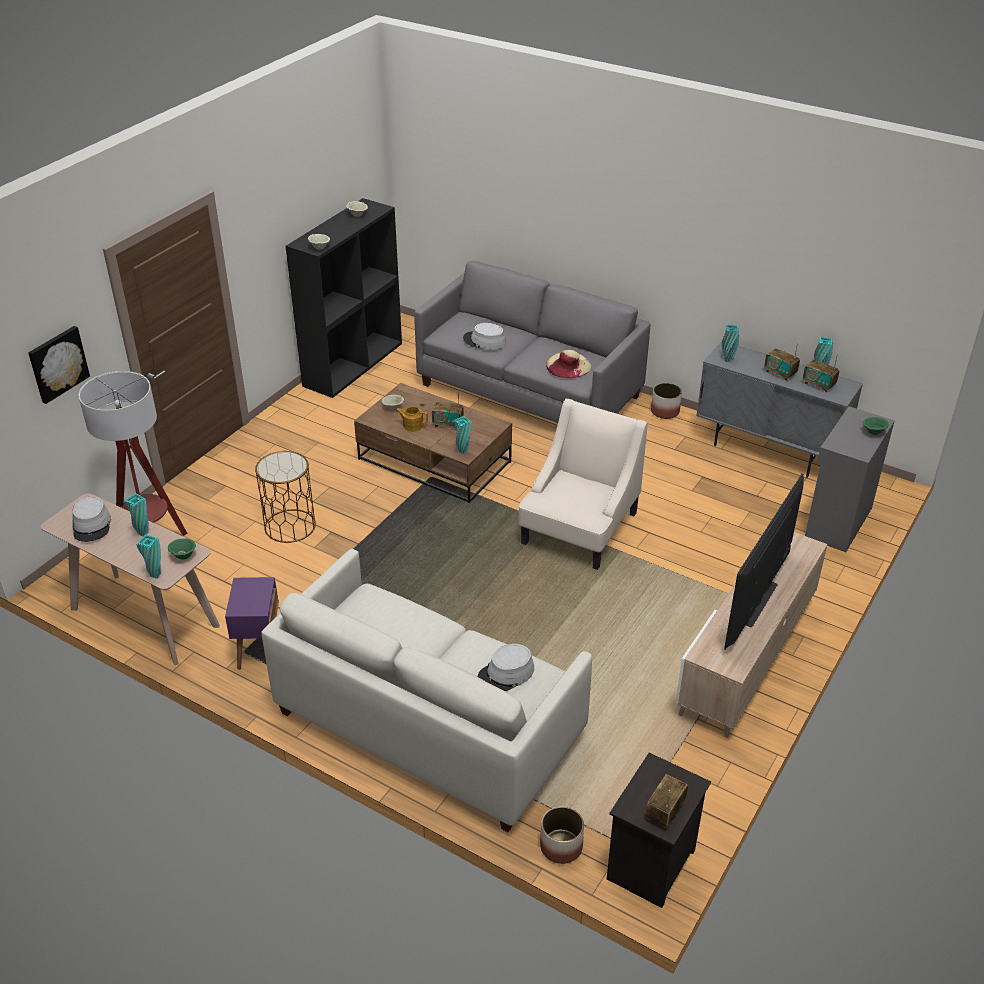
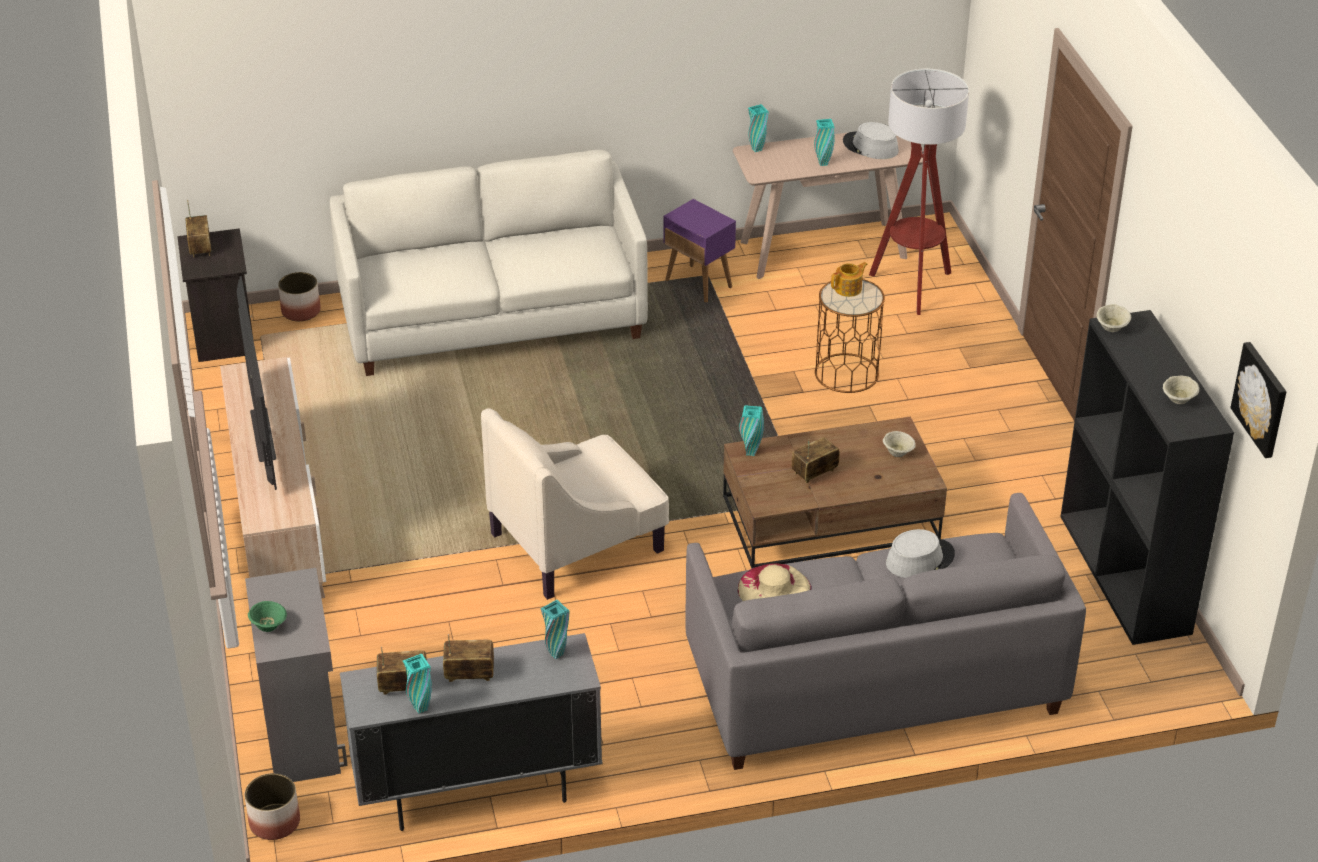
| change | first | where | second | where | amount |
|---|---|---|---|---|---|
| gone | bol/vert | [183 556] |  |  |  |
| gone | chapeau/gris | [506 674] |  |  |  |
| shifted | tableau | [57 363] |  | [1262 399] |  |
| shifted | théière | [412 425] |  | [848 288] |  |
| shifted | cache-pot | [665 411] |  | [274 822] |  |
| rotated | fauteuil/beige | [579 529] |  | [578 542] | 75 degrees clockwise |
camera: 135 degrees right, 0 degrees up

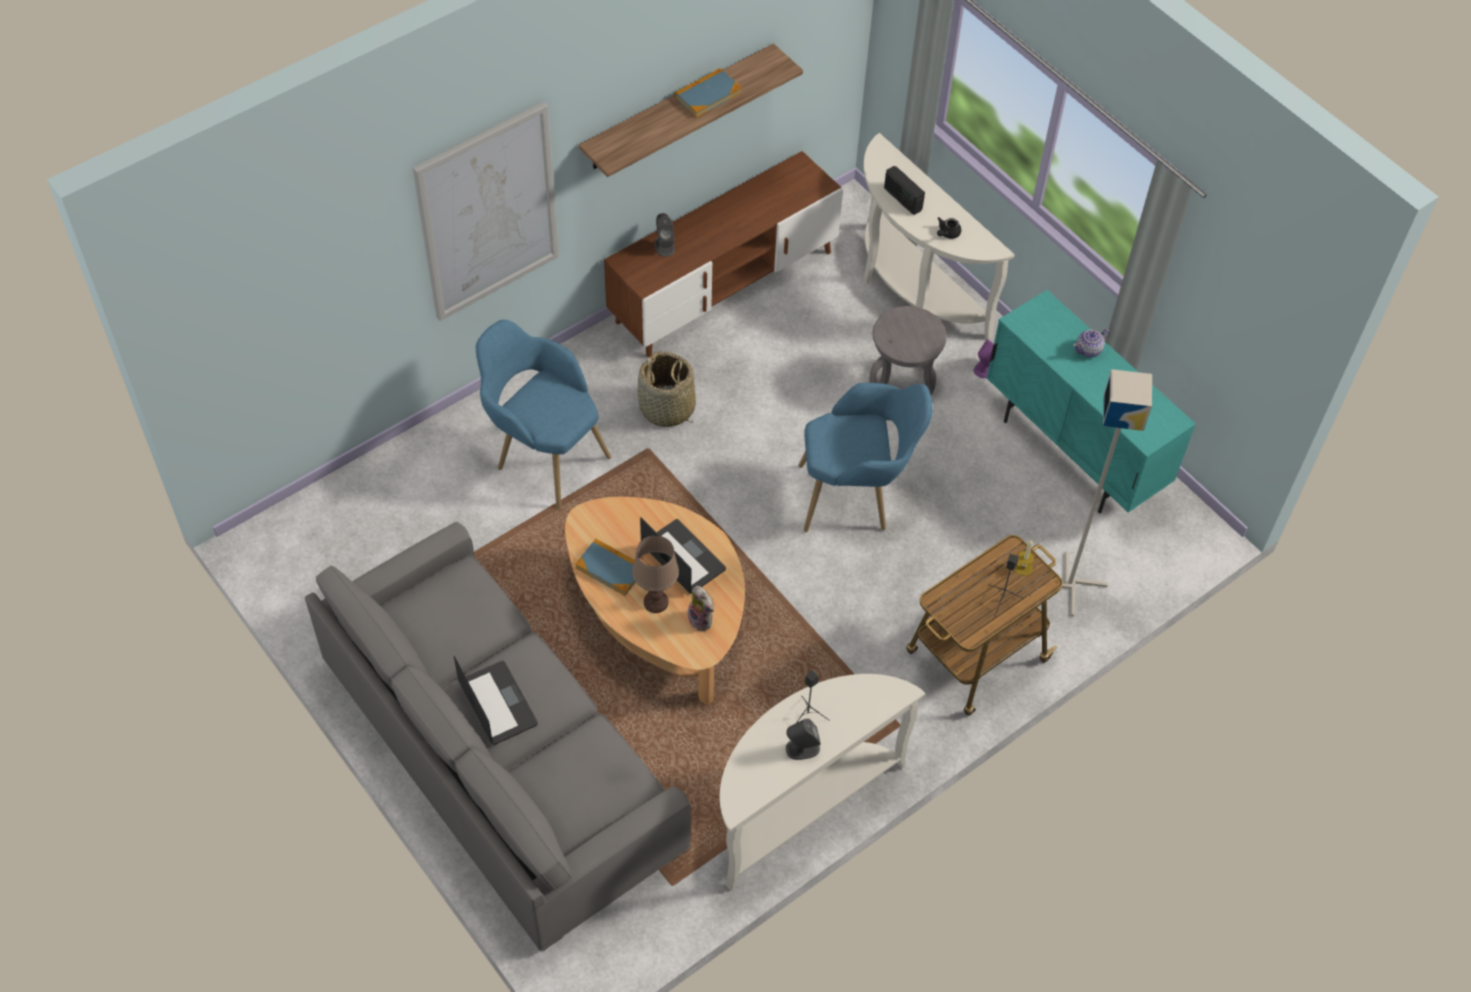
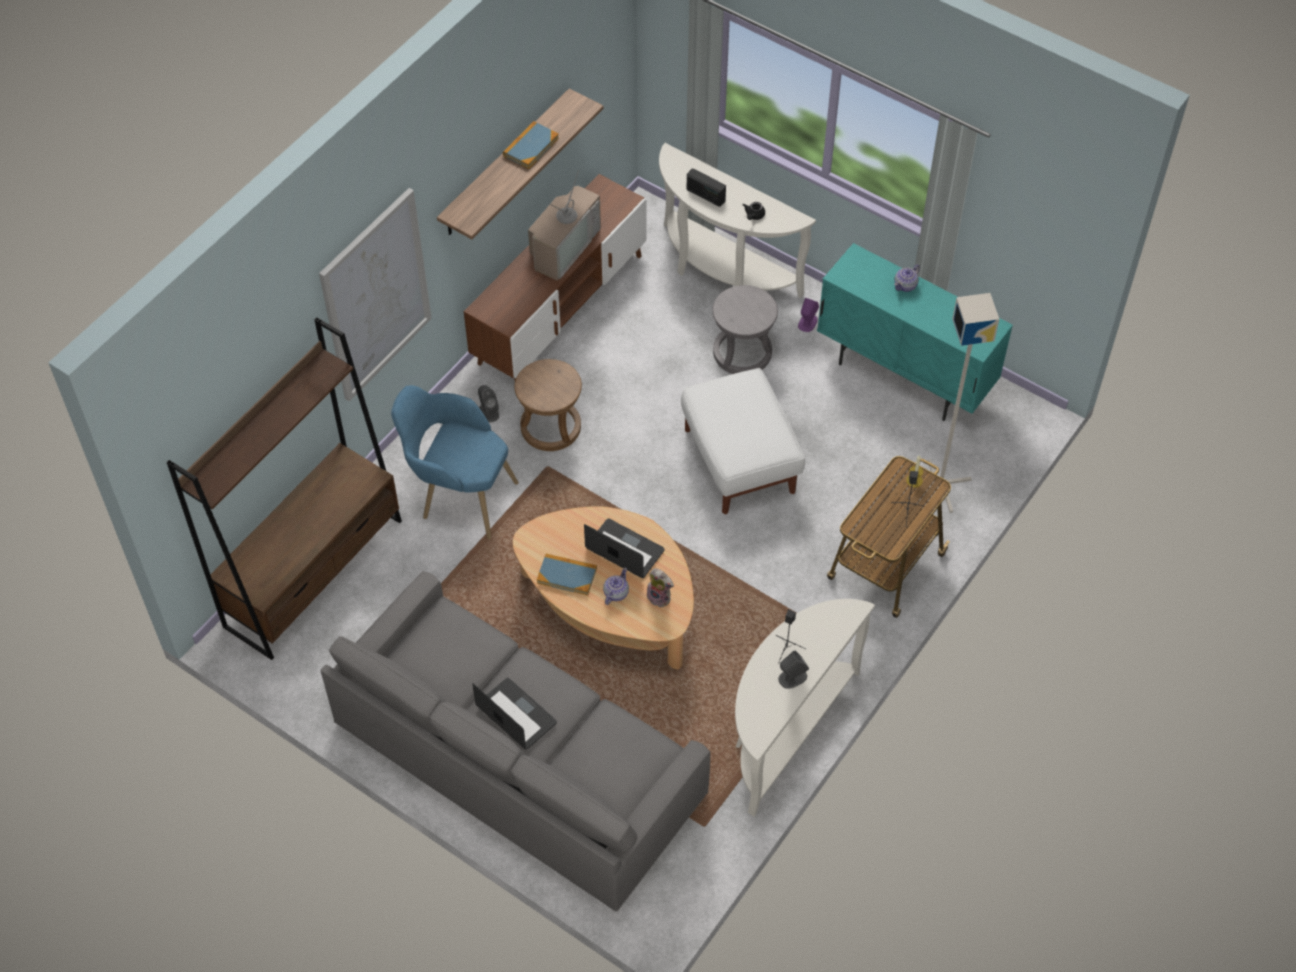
| change | first | where | second | where | amount |
|---|---|---|---|---|---|
| new |  |  | bibliothèque/marron | [314 573] |  |
| new |  |  | téléviseur | [563 246] |  |
| shifted | enceinte/gris | [664 245] |  | [488 412] |  |
| swapped | lampe de table/marron | [655 602] | théière | [615 593] |  |
| swapped | panier | [667 408] | tabouret/marron | [551 427] |  |
| swapped | fauteuil/bleu | [856 497] | pouf/blanc | [739 460] |  |
camera: 15 degrees left, 0 degrees up

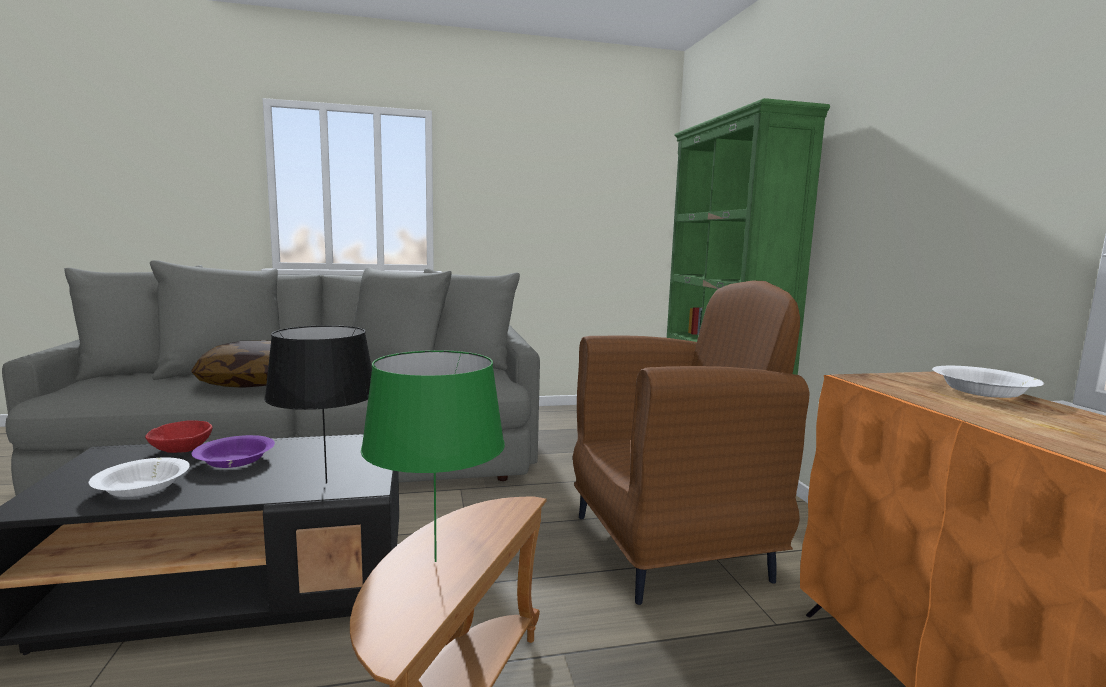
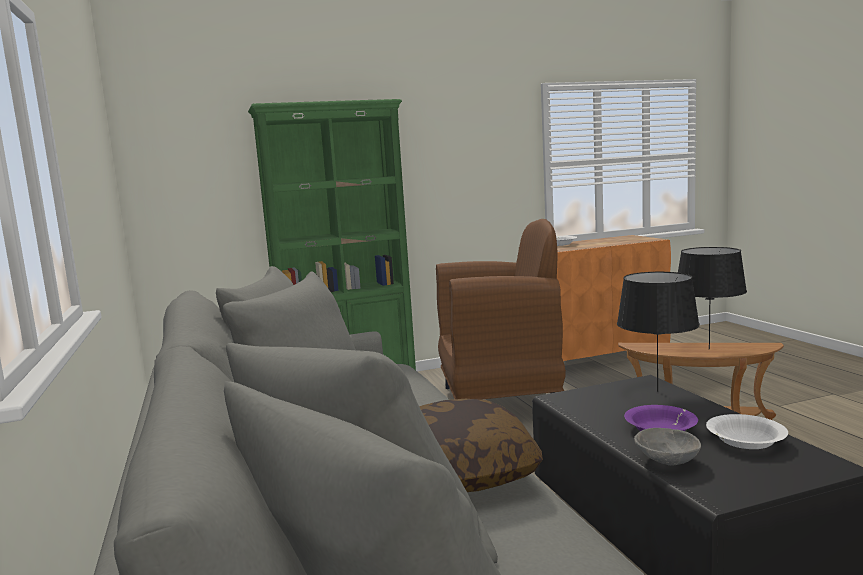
| change | first | where | second | where | amount |
|---|---|---|---|---|---|
| repainted | bol/rouge | [182 449] | bol/gris | [666 461] |  |
| repainted | lampe de table/vert | [436 561] | lampe de table/noir | [709 349] |  |
| rotated | fauteuil/marron | [672 546] |  | [501 400] | 105 degrees clockwise |
camera: 95 degrees left, 0 degrees up

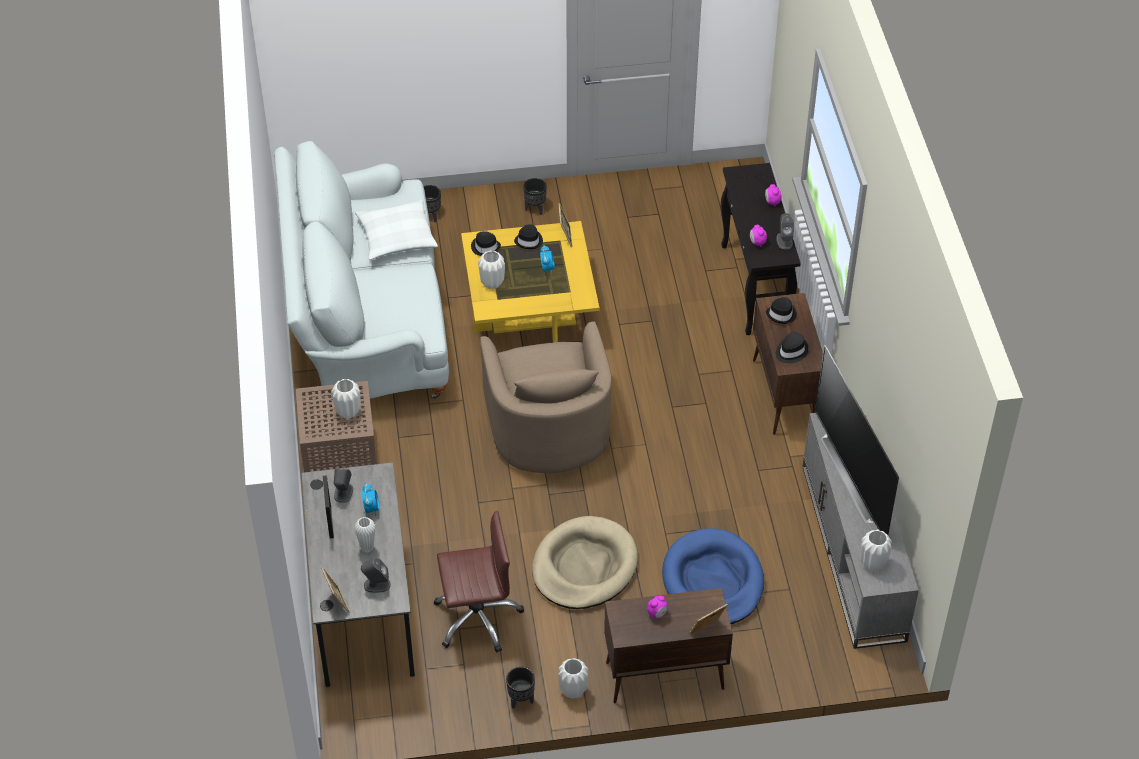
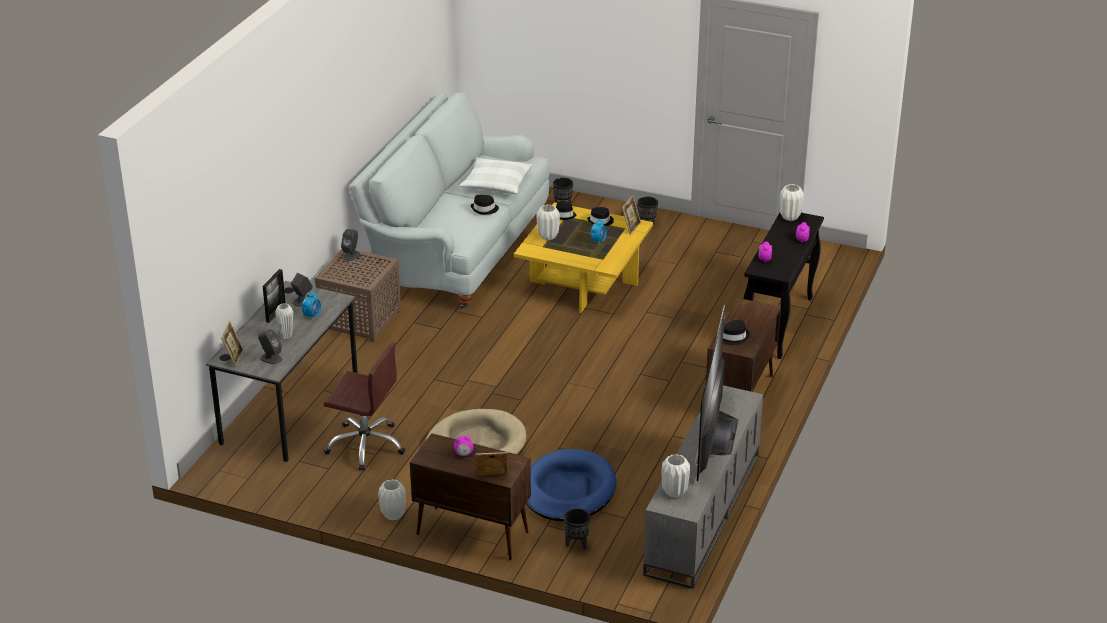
| change | first | where | second | where | amount |
|---|---|---|---|---|---|
| gone | fauteuil/beige | [548 425] |  |  |  |
| shifted | vase/blanc | [347 412] |  | [789 217] |  |
| shifted | cache-pot/noir | [521 699] |  | [577 544] |  |
| shifted | chapeau/noir | [782 314] |  | [484 209] |  |
| shifted | enceinte/gris | [784 240] |  | [351 255] |  |
camera: 30 degrees right, 15 degrees down

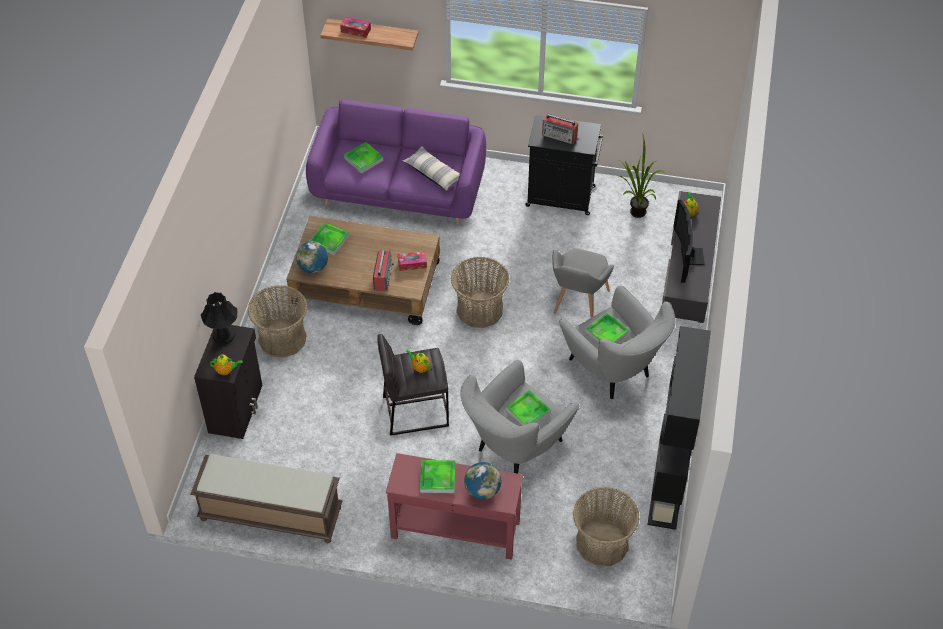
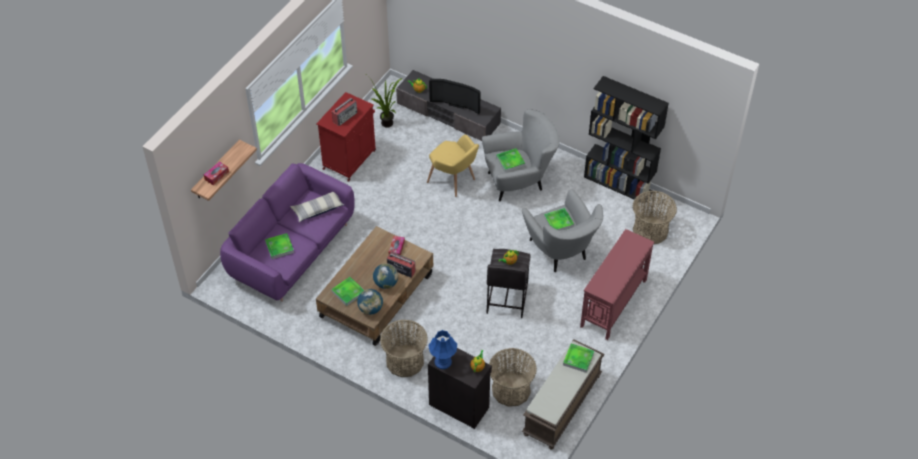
| change | first | where | second | where | amount |
|---|---|---|---|---|---|
| shifted | plateau | [437 478] |  | [578 359] |  |
| shifted | panier | [480 309] |  | [511 389] |  |
| shifted | globe | [482 490] |  | [386 283] |  |
| repainted | lampe de table/noir | [223 335] | lampe de table/bleu | [443 361] |  |
| repainted | meuble de rangement/noir | [562 196] | meuble de rangement/rouge | [350 159] |  |
| repainted | fauteuil/gris | [578 305] | fauteuil/jaune | [454 182] |  |
camera: 70 degrees left, 0 degrees up

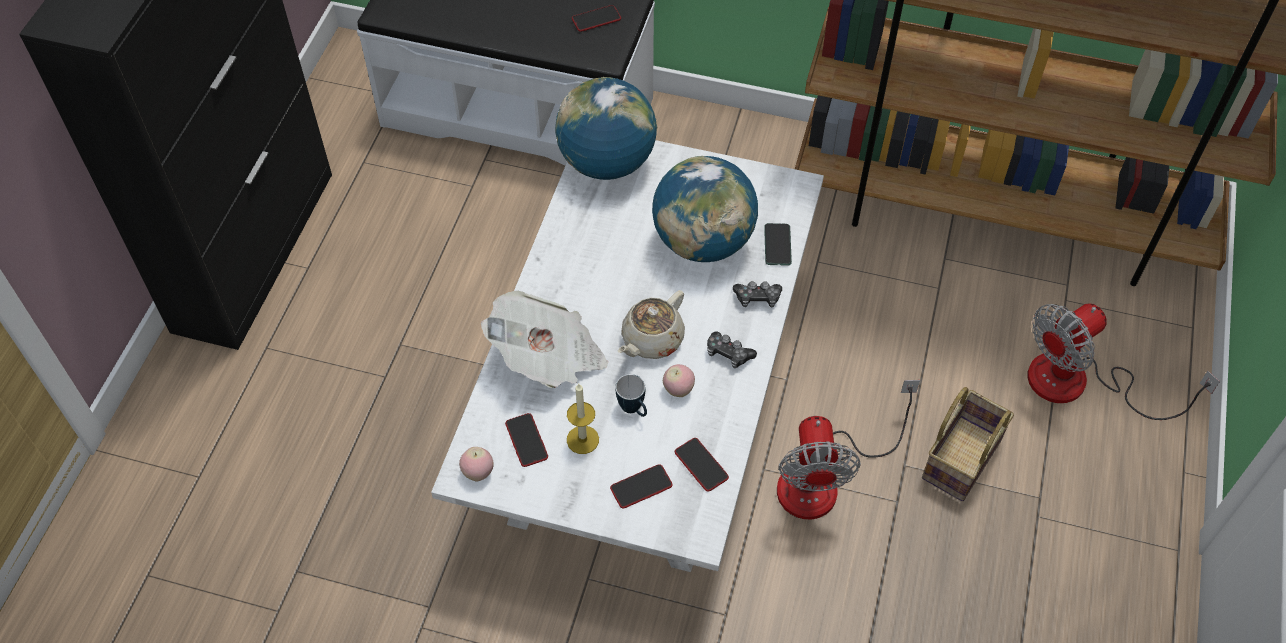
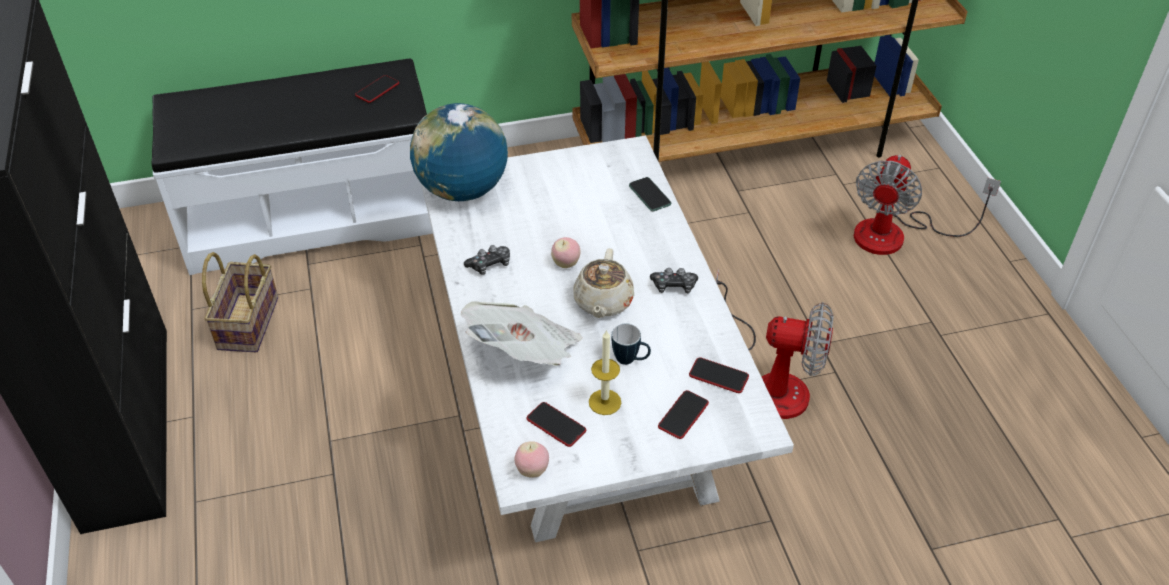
| change | first | where | second | where | amount |
|---|---|---|---|---|---|
| gone | globe | [703 242] |  |  |  |
| shifted | pomme | [678 390] |  | [566 263] |  |
| shifted | manette | [757 298] |  | [490 265] |  |
| shifted | panier | [961 456] |  | [247 321] |  |
| rotated | ventilateur | [824 478] |  | [769 381] | 45 degrees counterclockwise |
camera: 30 degrees left, 10 degrees down

